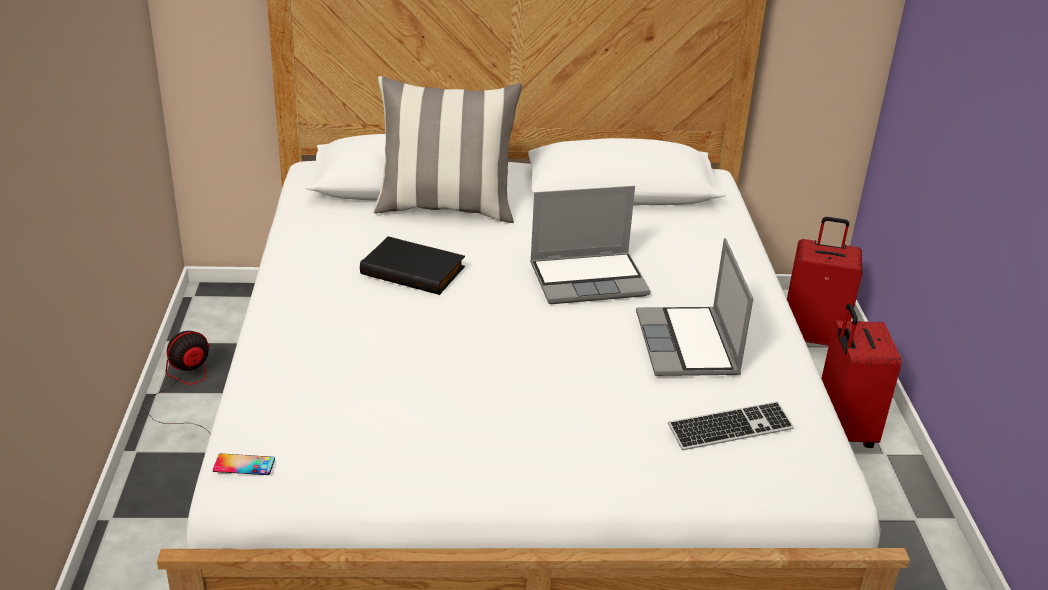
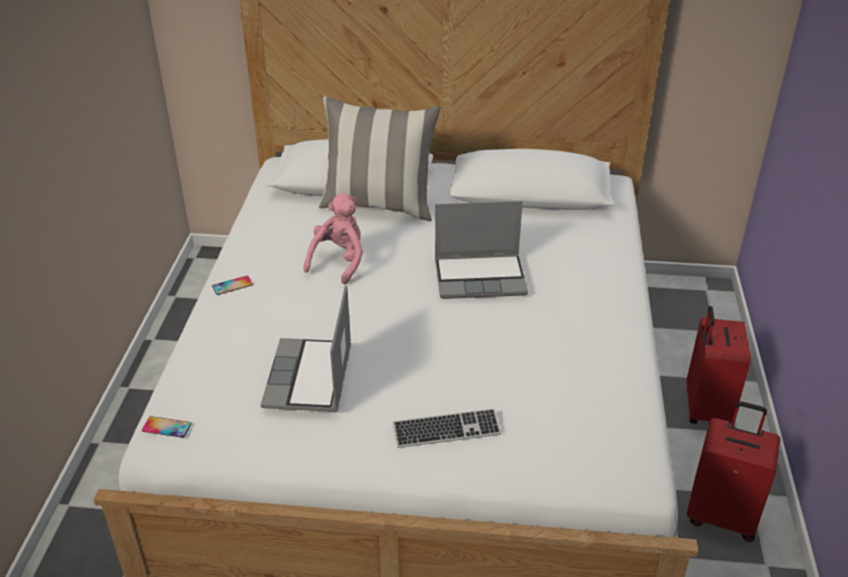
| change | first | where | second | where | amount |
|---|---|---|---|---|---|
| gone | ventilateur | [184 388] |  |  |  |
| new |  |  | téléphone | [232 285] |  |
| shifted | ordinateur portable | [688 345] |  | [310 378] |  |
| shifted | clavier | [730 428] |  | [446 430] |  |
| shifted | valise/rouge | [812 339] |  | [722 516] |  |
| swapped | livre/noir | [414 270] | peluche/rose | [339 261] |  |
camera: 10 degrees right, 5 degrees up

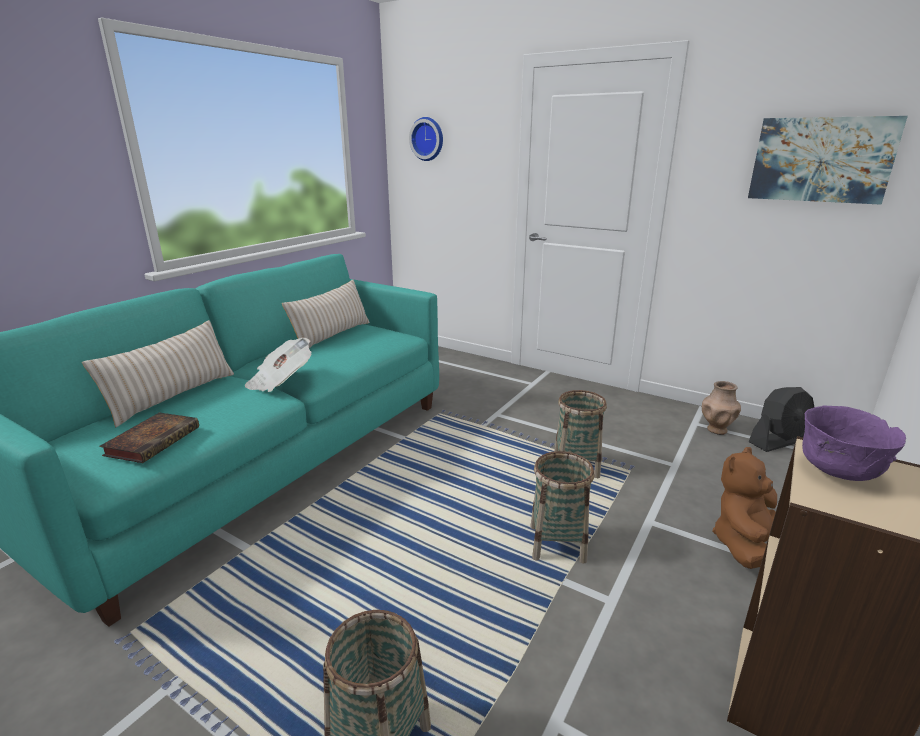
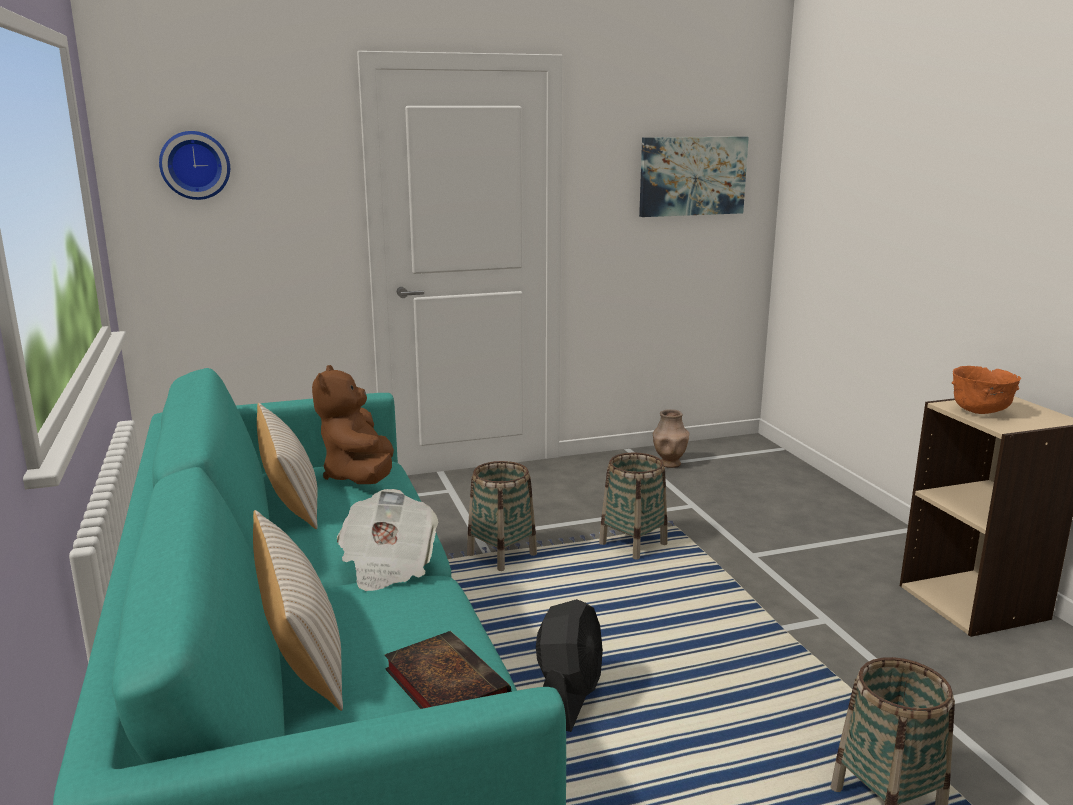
| change | first | where | second | where | amount |
|---|---|---|---|---|---|
| shifted | panier | [557 543] |  | [502 554] |  |
| shifted | peluche/marron | [745 545] |  | [360 477] |  |
| shifted | ventilateur/noir | [778 441] |  | [568 697] |  |
| repainted | bol/violet | [837 473] | bol/orange | [979 412] |  |
camera: 50 degrees left, 5 degrees down

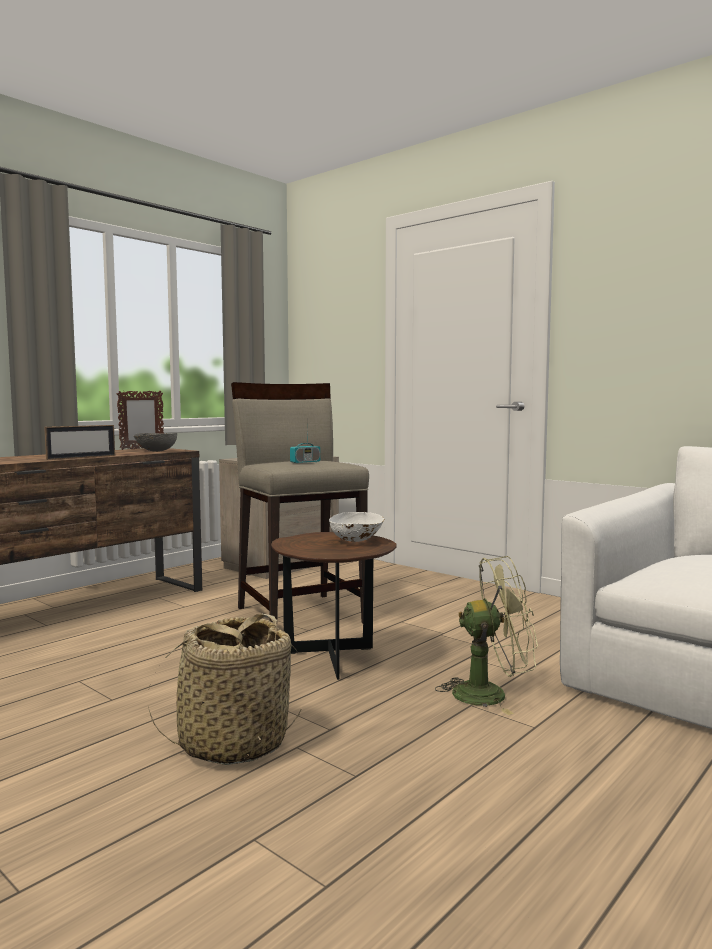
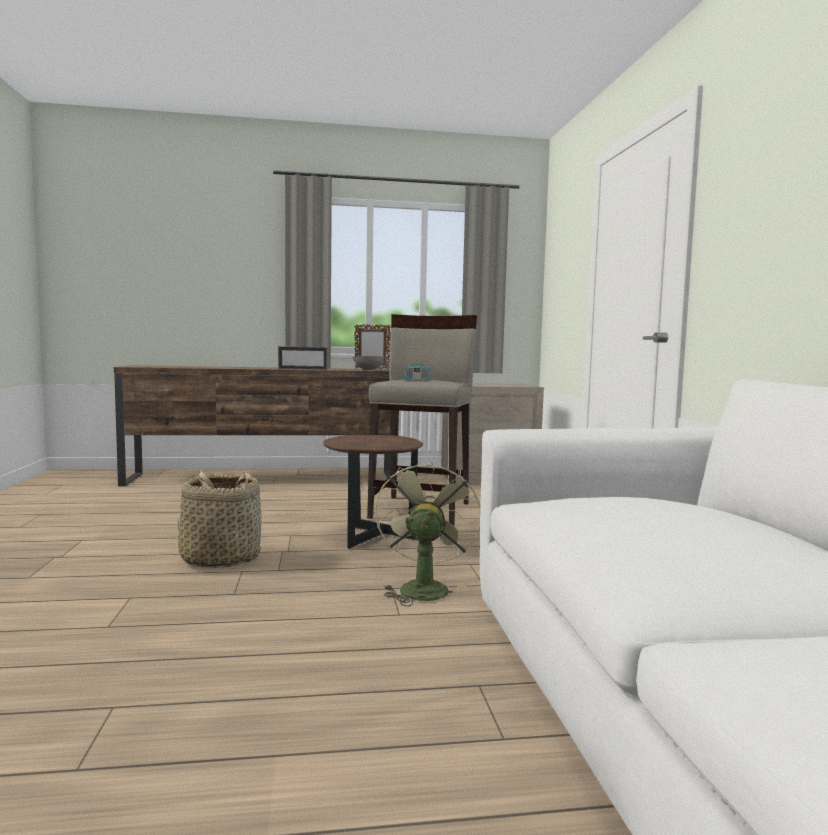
| change | first | where | second | where | amount |
|---|---|---|---|---|---|
| gone | bol/blanc | [356 541] |  |  |  |
| rotated | ventilateur/vert | [490 694] |  | [423 587] | 120 degrees counterclockwise |
camera: 40 degrees right, 0 degrees up

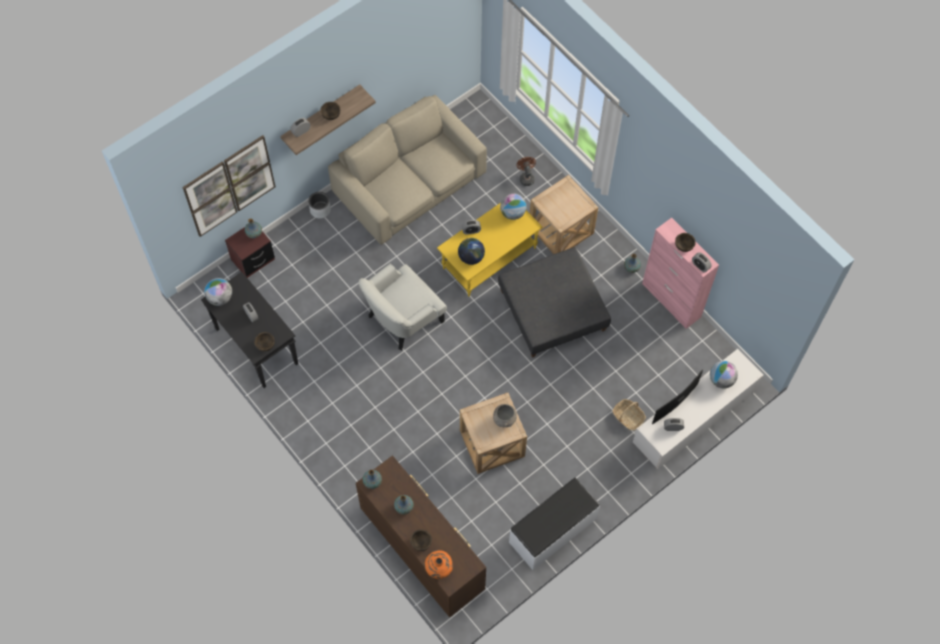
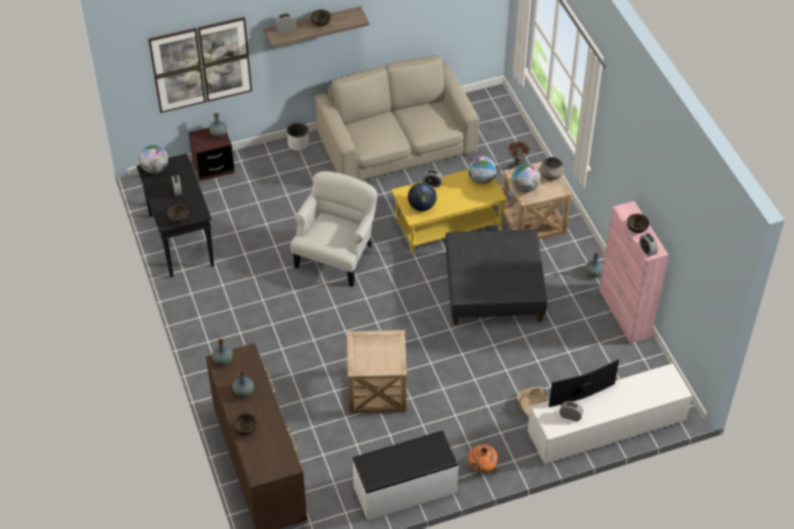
| change | first | where | second | where | amount |
|---|---|---|---|---|---|
| shifted | vase/orange | [439 569] |  | [482 467] |  |
| shifted | bol/gris | [504 419] |  | [551 176] |  |
| shifted | globe | [721 380] |  | [525 188] |  |
| rotated | fauteuil/blanc | [403 318] |  | [336 255] | 135 degrees clockwise |
camera: 20 degrees right, 15 degrees down

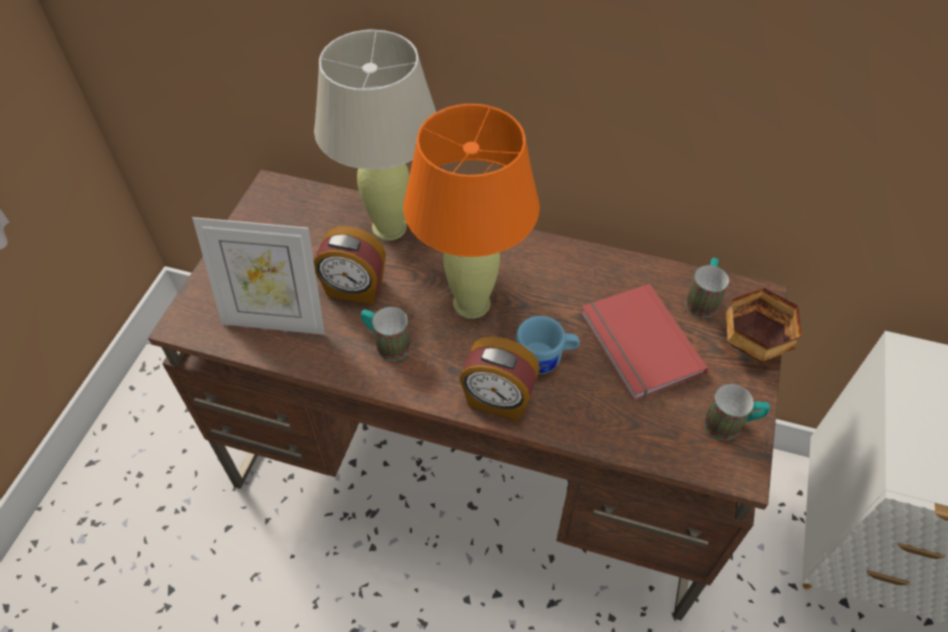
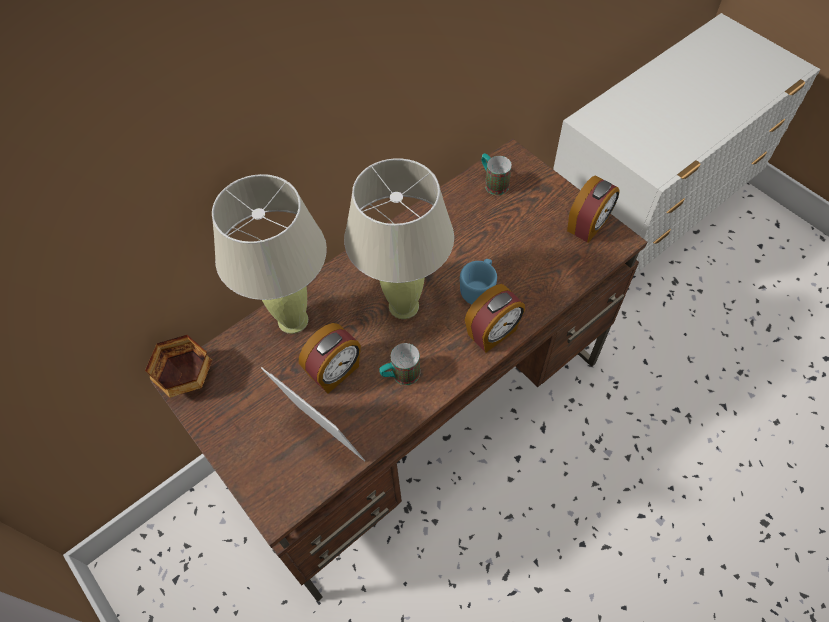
| change | first | where | second | where | amount |
|---|---|---|---|---|---|
| gone | livre/rouge | [638 345] |  |  |  |
| shifted | bol | [755 343] |  | [188 376] |  |
| swapped | mug | [731 424] | réveil | [588 225] |  |
| repainted | lampe de table/orange | [472 303] | lampe de table/beige | [403 306] |  |
| rotated | cadre photo | [276 320] |  | [324 440] | 90 degrees counterclockwise |
camera: 55 degrees left, 5 degrees up

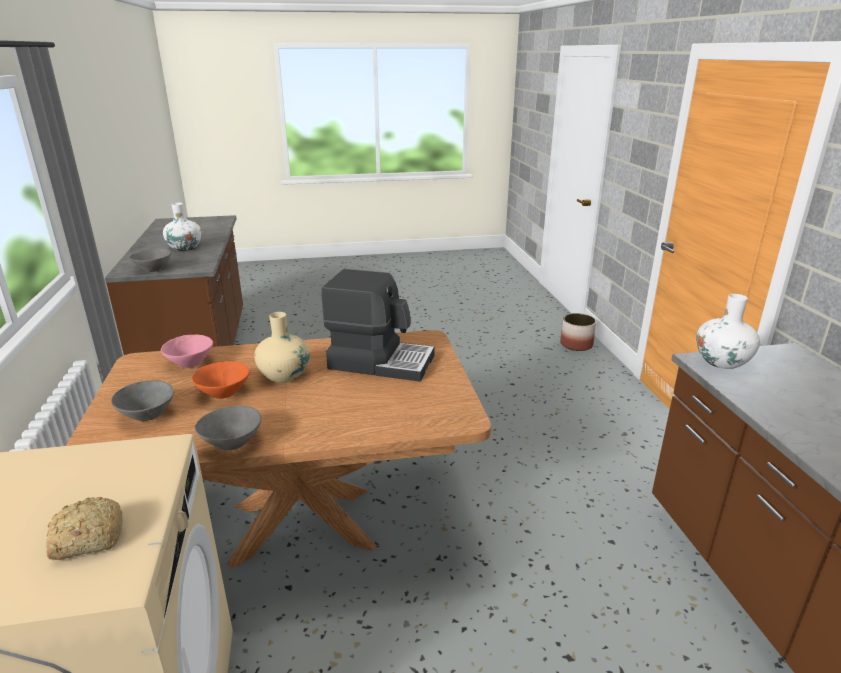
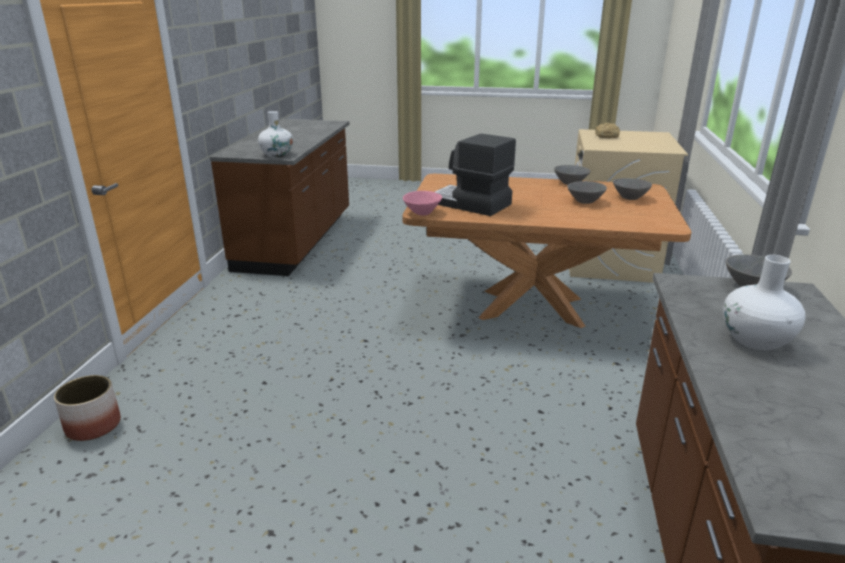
| change | first | where | second | where | amount |
|---|---|---|---|---|---|
| gone | vase/beige | [284 375] |  |  |  |
| shifted | bol/rose | [191 363] |  | [422 213] |  |
| repainted | bol/orange | [224 393] | bol/gris | [584 201] |  |
camera: 160 degrees left, 0 degrees up

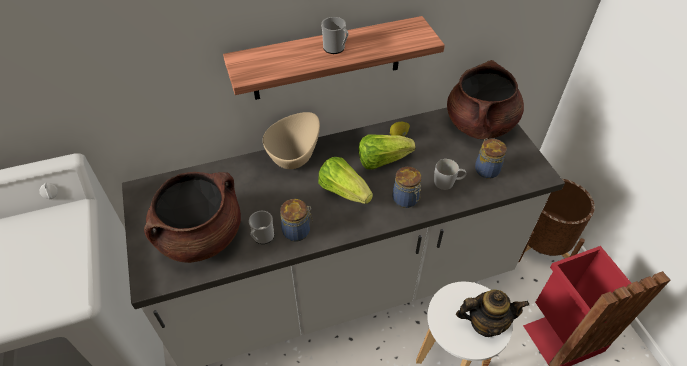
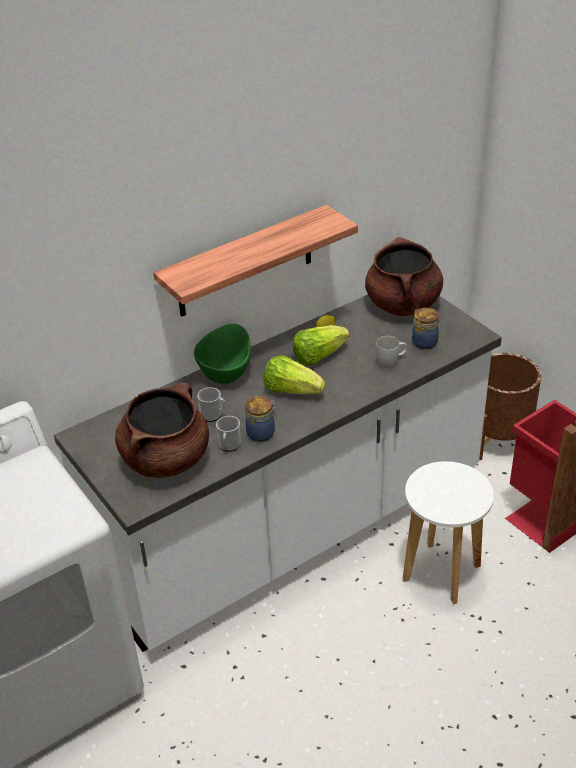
| change | first | where | second | where | amount |
|---|---|---|---|---|---|
| gone | bocal | [406 200] |  |  |  |
| gone | théière | [485 323] |  |  |  |
| shifted | mug | [336 48] |  | [213 415] |  |
| repainted | bol/beige | [295 155] | bol/vert | [226 371] |  |
camera: 15 degrees left, 10 degrees down

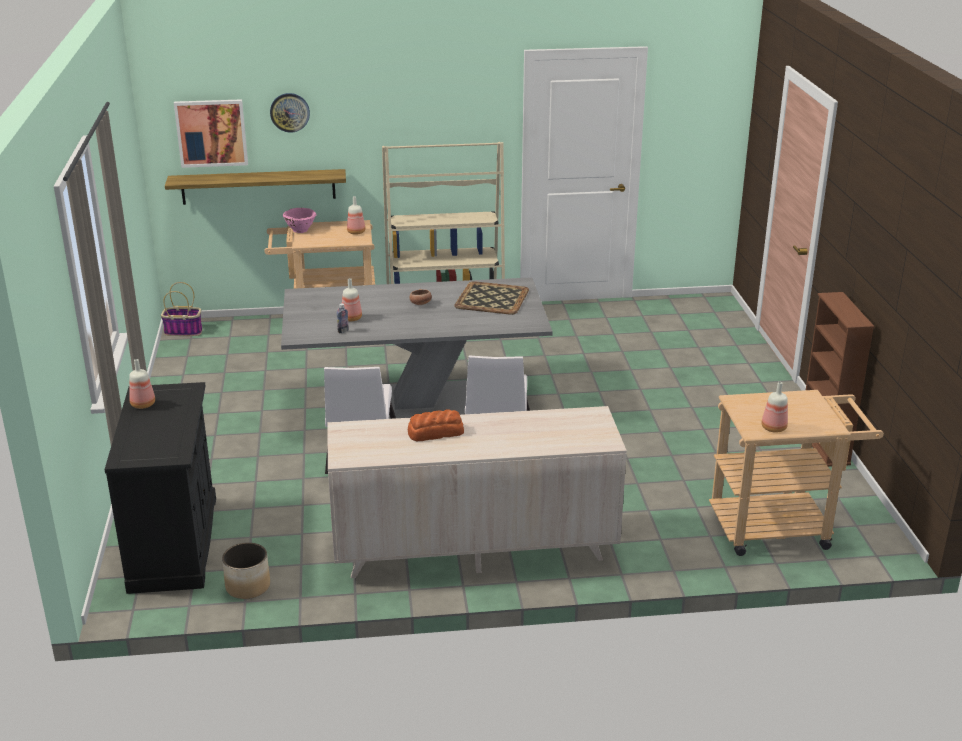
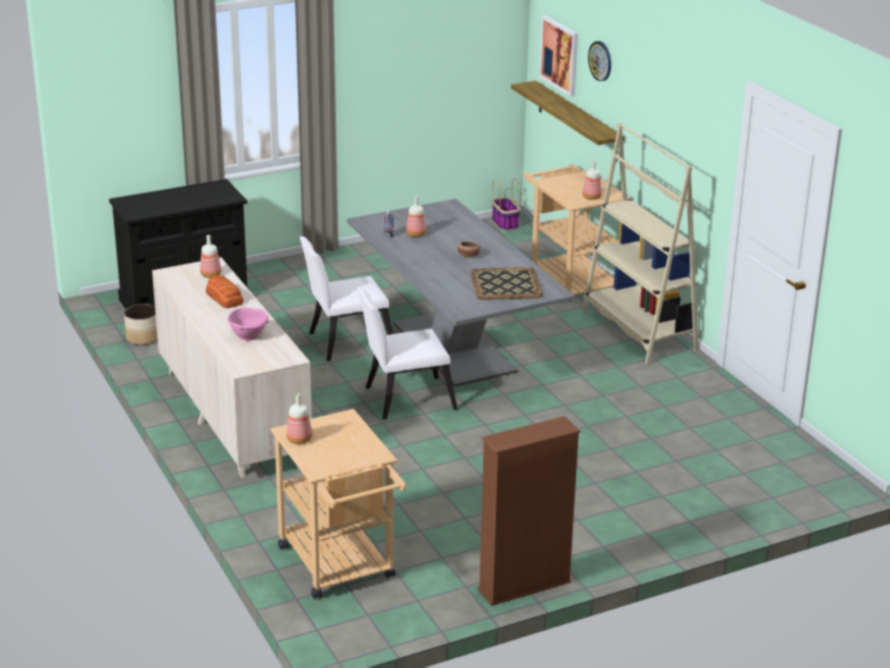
| change | first | where | second | where | amount |
|---|---|---|---|---|---|
| shifted | bouteille | [143 404] |  | [211 274] |  |
| shifted | bol/rose | [300 230] |  | [249 336] |  |
camera: 70 degrees right, 0 degrees up

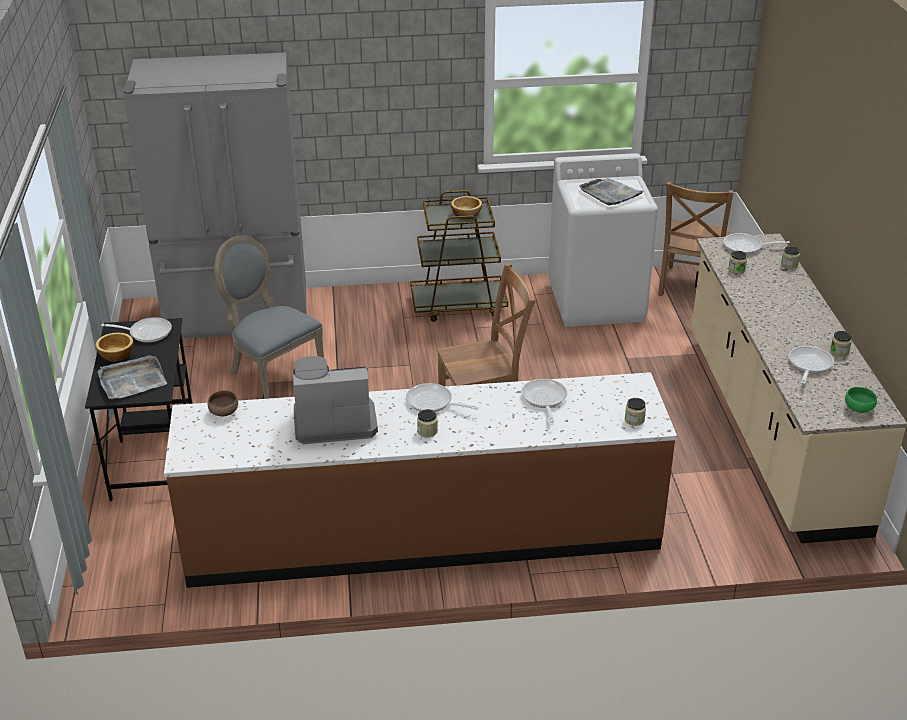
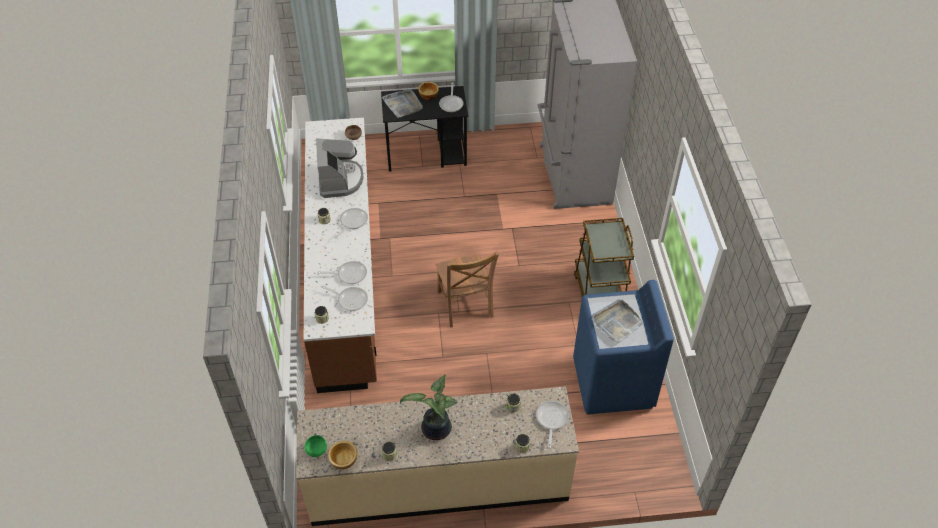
| change | first | where | second | where | amount |
|---|---|---|---|---|---|
| gone | chaise/gris | [273 374] |  |  |  |
| gone | chaise/marron | [690 286] |  |  |  |
| new |  |  | plante en pot | [435 430] |  |
| shifted | bol | [467 214] |  | [344 460] |  |
| shifted | poêle | [808 365] |  | [350 299] |  |
| repainted | lave-linge/blanc | [597 302] | lave-linge/bleu | [613 383] |  |
camera: 90 degrees right, 15 degrees up

